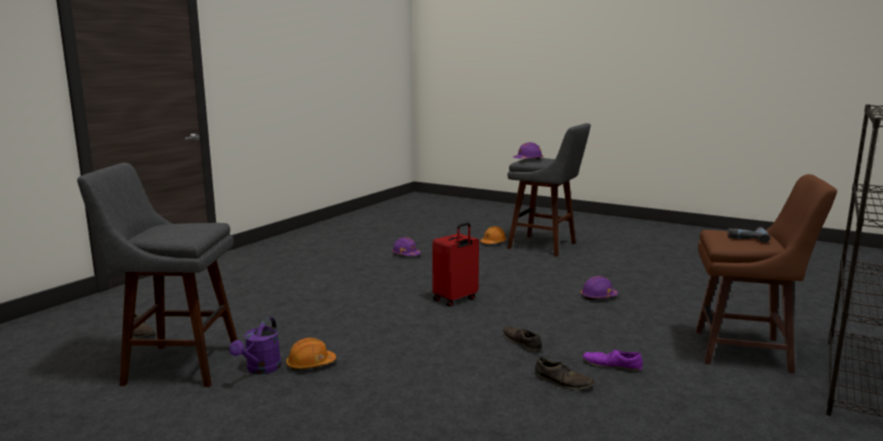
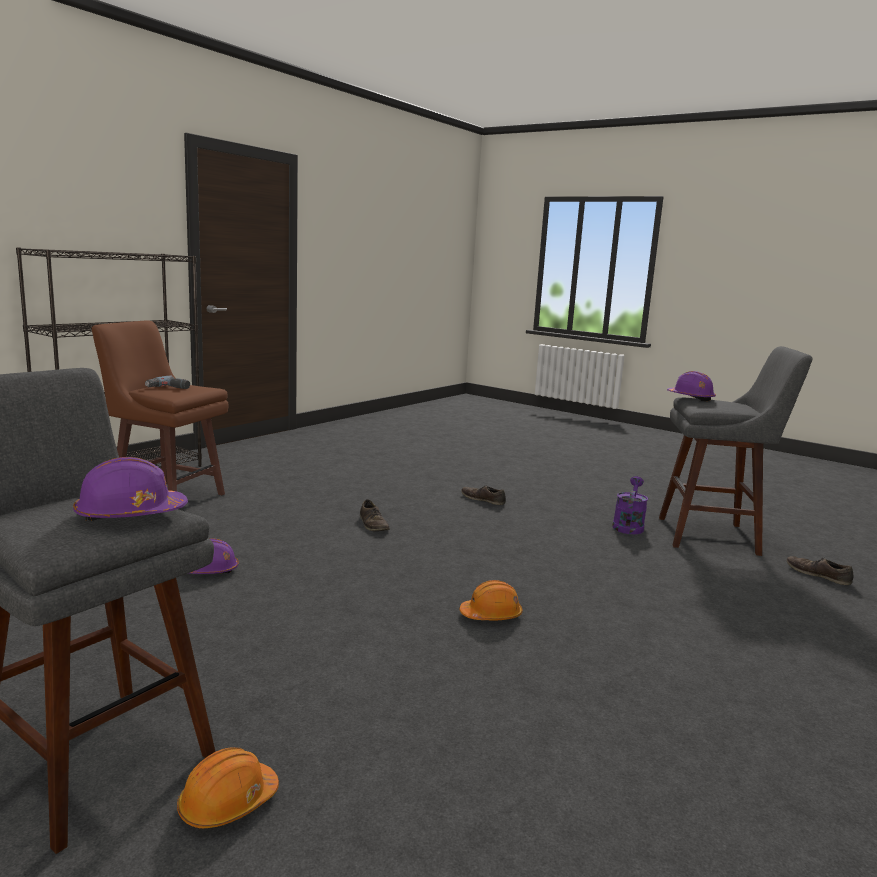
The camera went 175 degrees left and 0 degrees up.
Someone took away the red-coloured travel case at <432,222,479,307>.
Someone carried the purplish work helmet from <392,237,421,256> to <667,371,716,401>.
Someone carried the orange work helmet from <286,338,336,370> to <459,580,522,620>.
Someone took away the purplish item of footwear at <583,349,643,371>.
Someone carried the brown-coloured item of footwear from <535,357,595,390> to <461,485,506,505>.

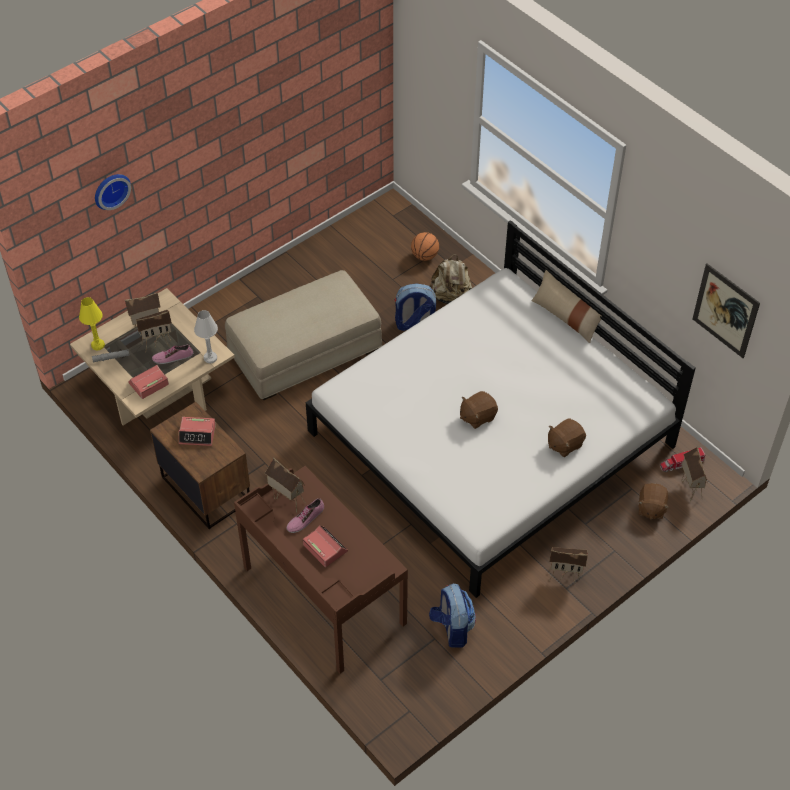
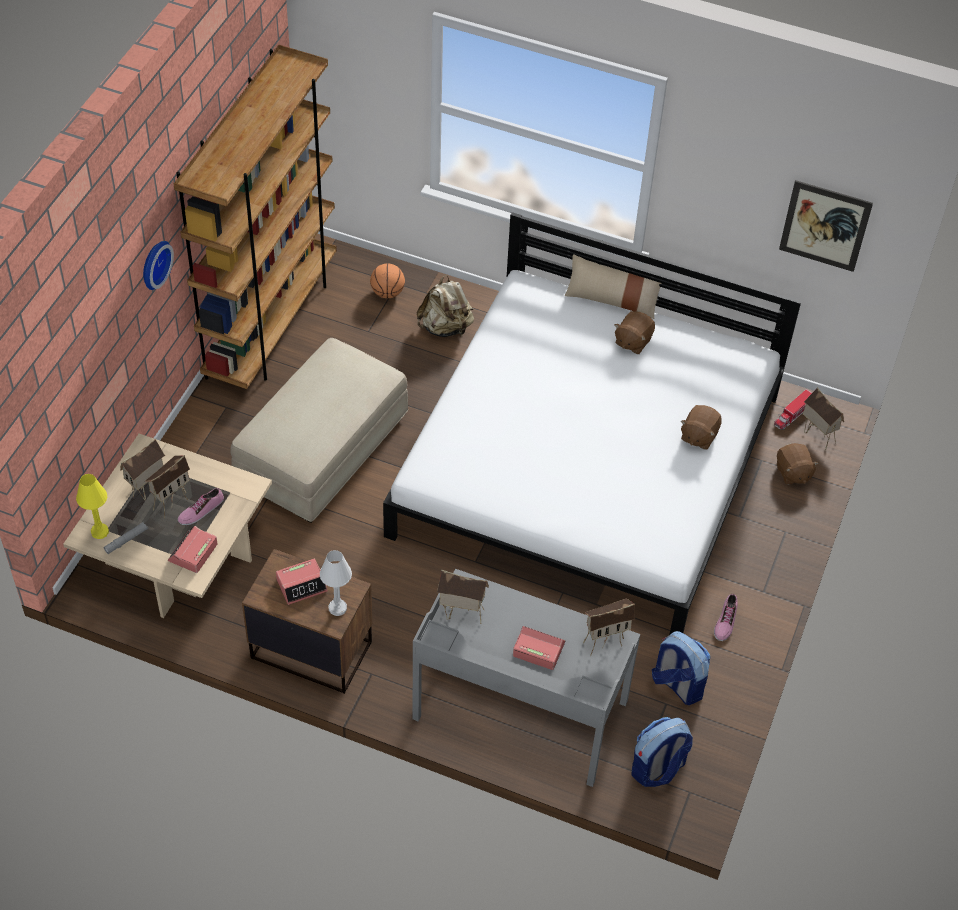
The camera went 30 degrees left and 0 degrees up.
Someone carried the hanging clock from <95,174,131,210> to <143,241,174,290>.
Someone carried the backpack from <395,283,436,331> to <631,717,693,787>.
Someone carried the whitish table lamp from <194,310,218,363> to <320,550,352,616>.
Someone carried the brown-coloured plush toy from <460,391,498,429> to <615,311,655,354>.
Someone repainted the brown-coloured desk table at <234,466,408,674>, which became the gray desk table at <413,569,640,787>.
Someone carried the item of footwear from <286,498,324,533> to <714,594,738,641>.
Someone carried the toy house from <549,547,588,583> to <583,598,635,656>.
Someone put down the brown-coloured bookcase at <174,45,337,389>.

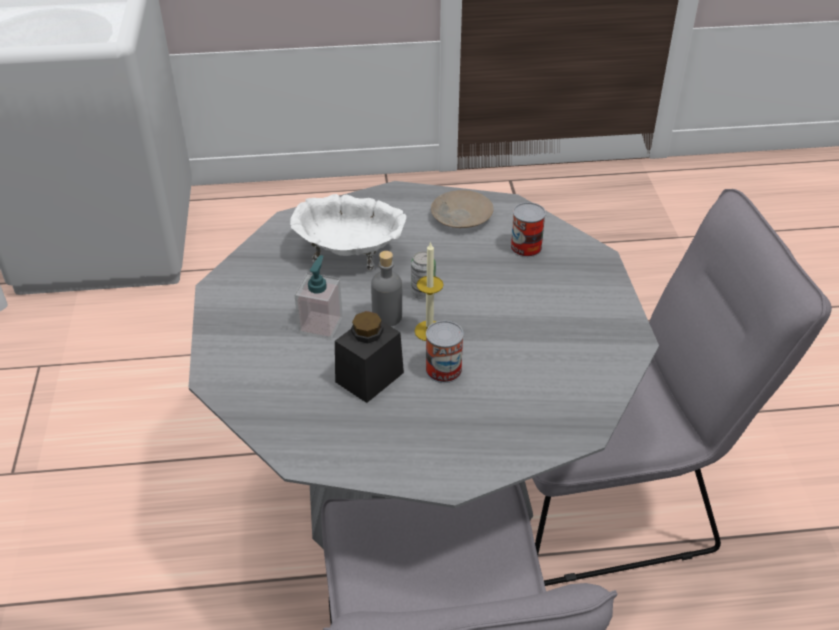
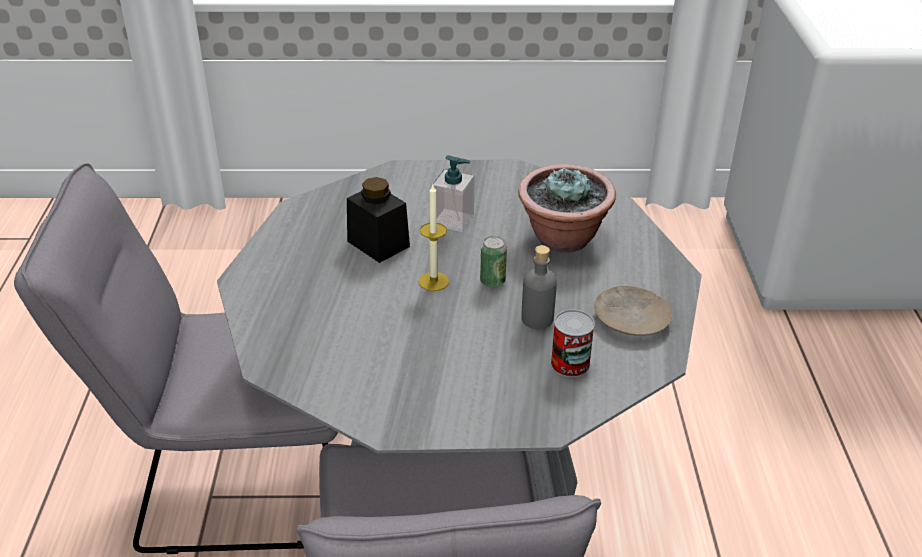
The camera went 95 degrees right and 5 degrees down.
Someone swapped the whitish deep dish at <290,194,407,271> for the houseplant at <518,164,616,253>.
Someone carried the gray beverage bottle from <371,251,402,326> to <521,245,557,329>.
Someone took away the metal can at <426,321,464,383>.

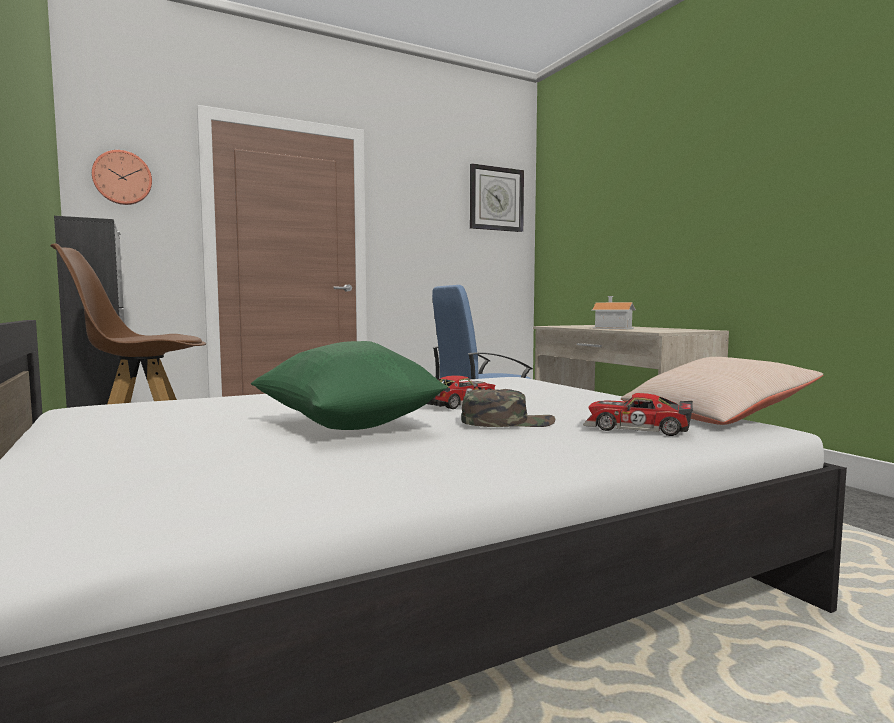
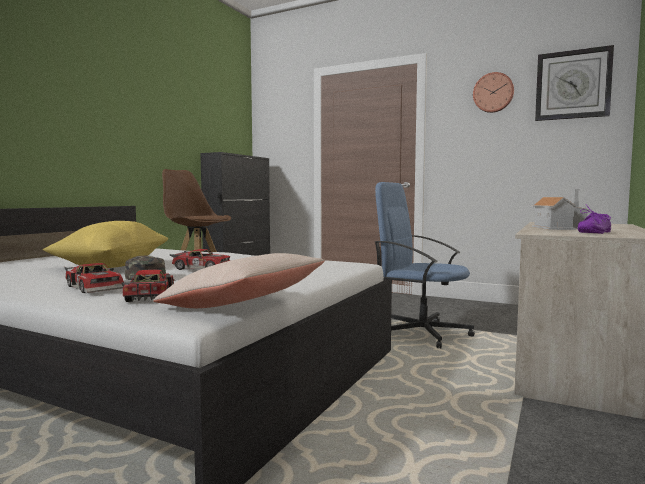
The camera went 55 degrees right and 0 degrees up.
Someone carried the hanging clock from <92,150,152,205> to <473,72,514,113>.
Someone repainted the greenish throw pillow at <251,341,448,430>, which became the yellow-coloured throw pillow at <43,221,168,268>.
Someone put down the purplish item of footwear at <578,204,611,234>.
Someone put down the toy car at <64,263,124,293>.

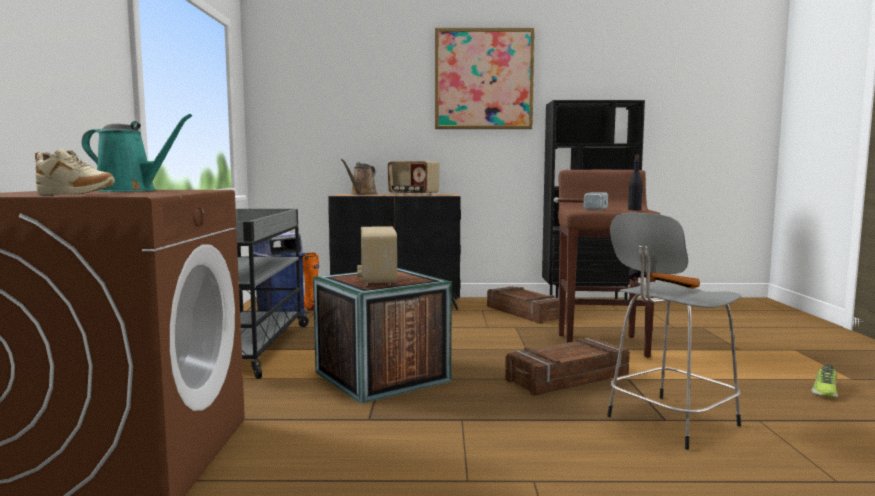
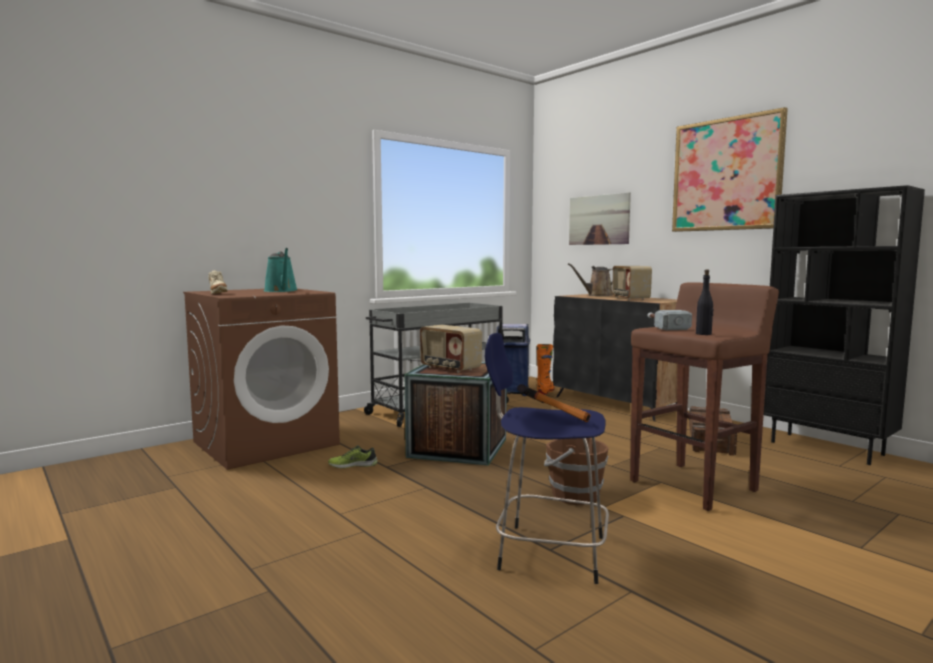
The camera went 50 degrees right and 0 degrees up.
Someone repainted the gray stool at <607,212,742,450>, which became the blue stool at <485,333,609,584>.
Someone rotated the radio at <357,226,397,286> by 90 degrees counterclockwise.
Someone swapped the shipping crate at <505,338,630,396> for the brown-coloured pail at <544,438,609,505>.
Someone carried the item of footwear from <811,364,838,398> to <328,445,378,468>.
Someone put up the wall art at <569,192,631,245>.

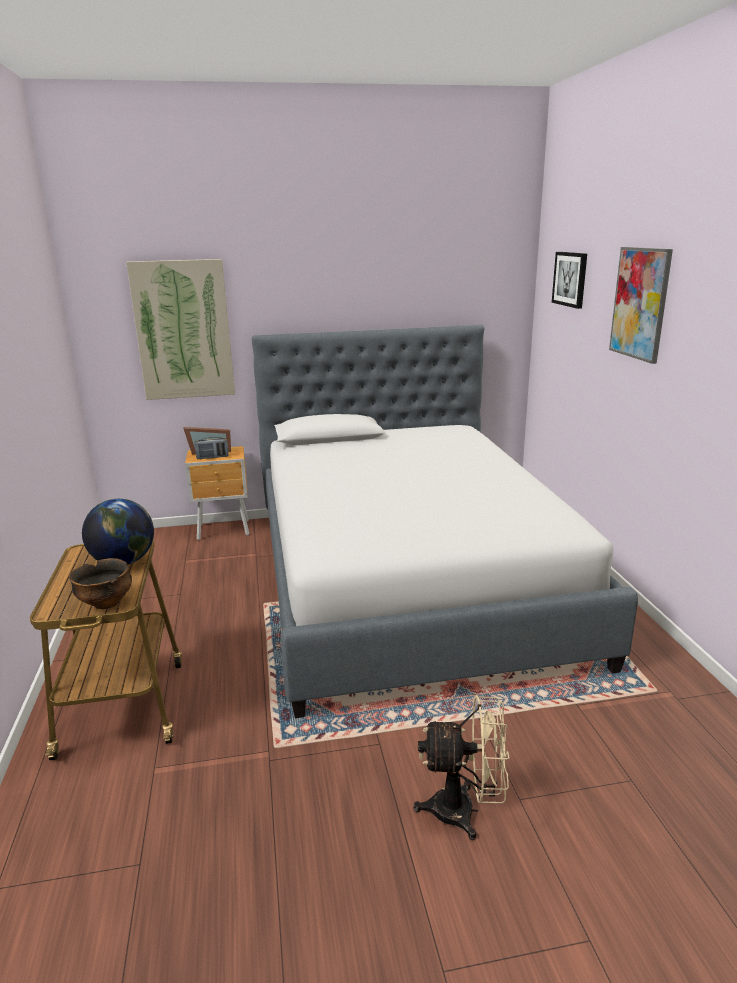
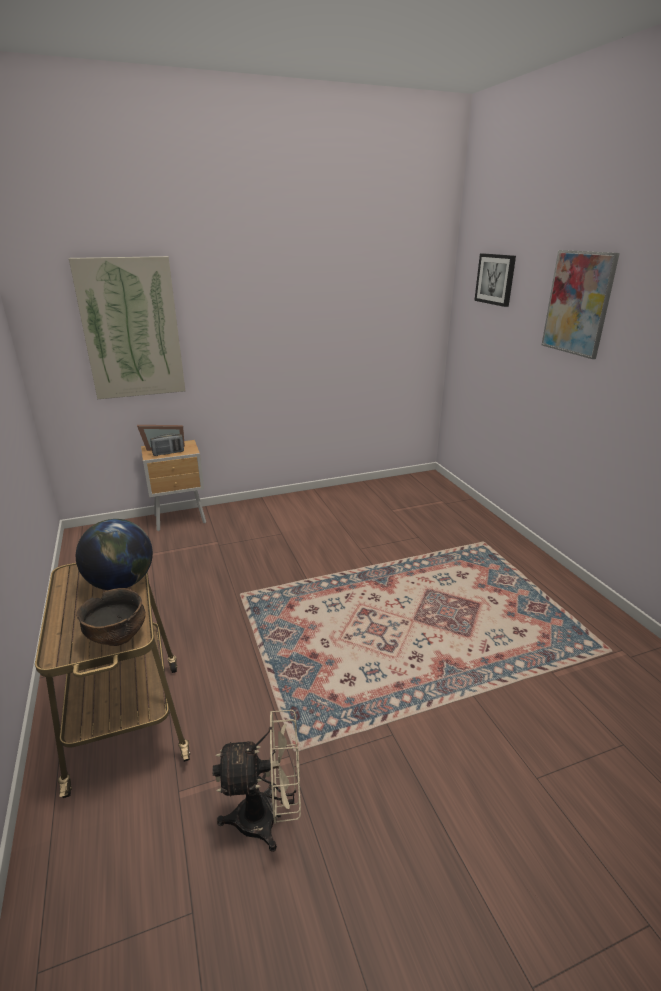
The camera went 10 degrees left and 5 degrees up.
Someone took away the bed at <252,325,638,718>.
Someone carried the beige electric fan from <413,695,510,840> to <212,710,301,852>.

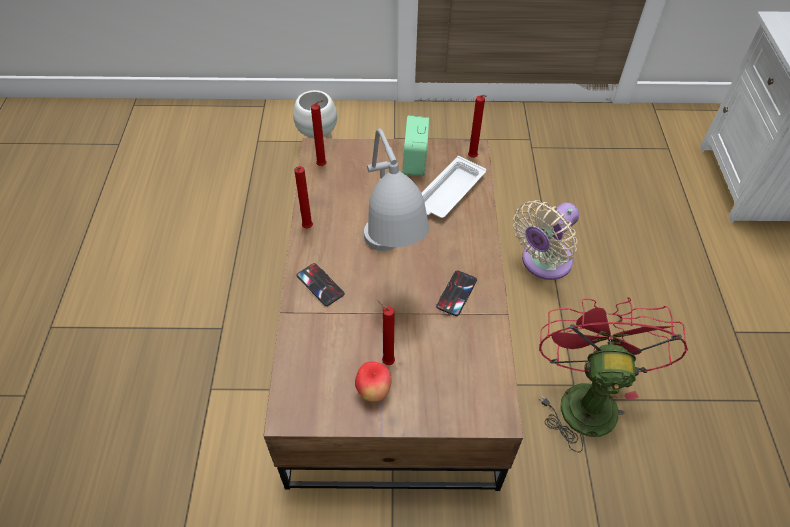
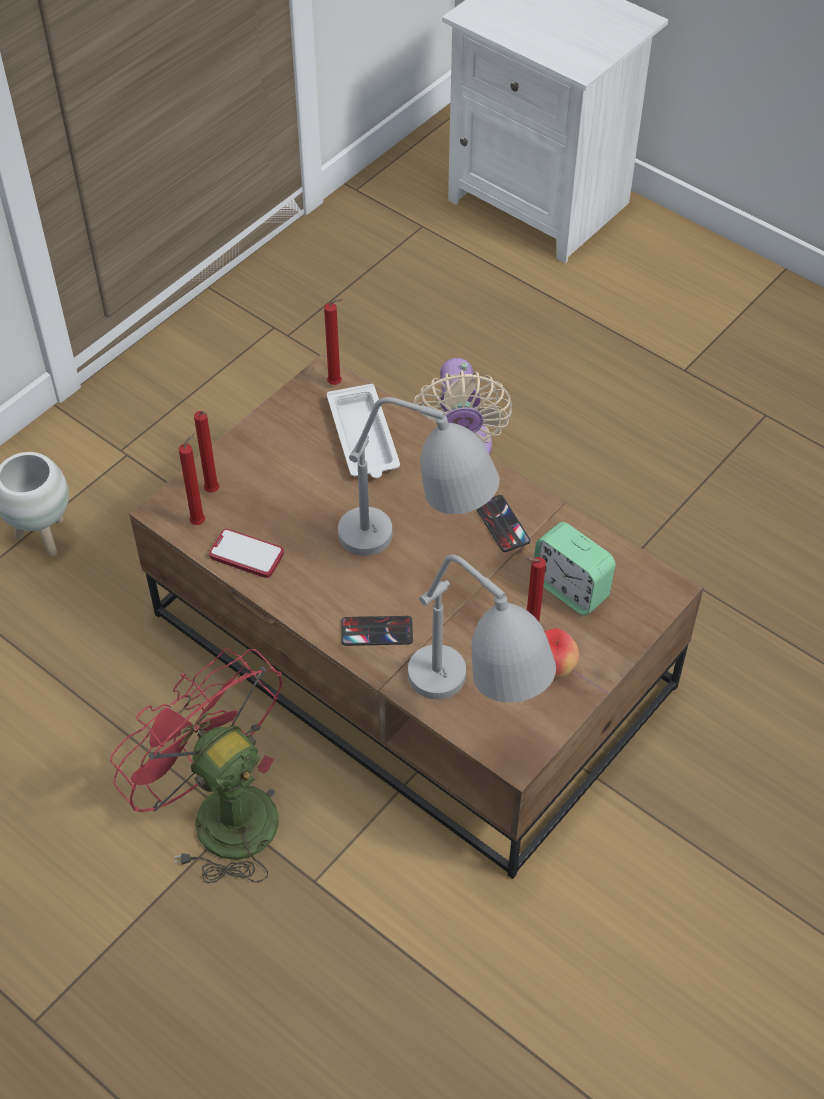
The camera went 50 degrees left and 0 degrees up.
Someone carried the table clock from <402,115,429,176> to <534,522,616,616>.
Someone carried the red-coloured candle from <294,166,313,229> to <194,411,219,492>.
Someone carried the red-coloured electric fan from <538,297,688,453> to <110,648,282,883>.
Someone put down the telephone at <209,529,284,578>.
Someone put down the gray table lamp at <408,555,556,702>.

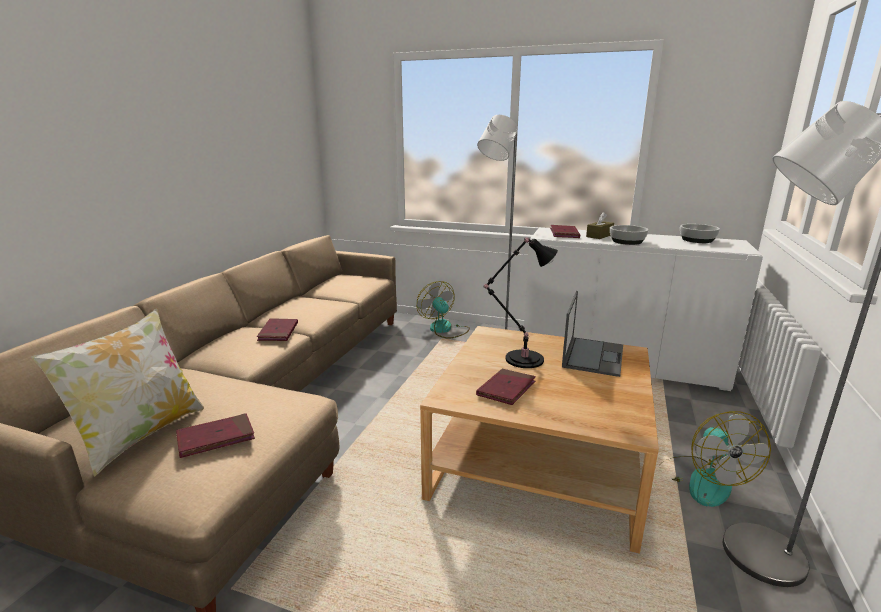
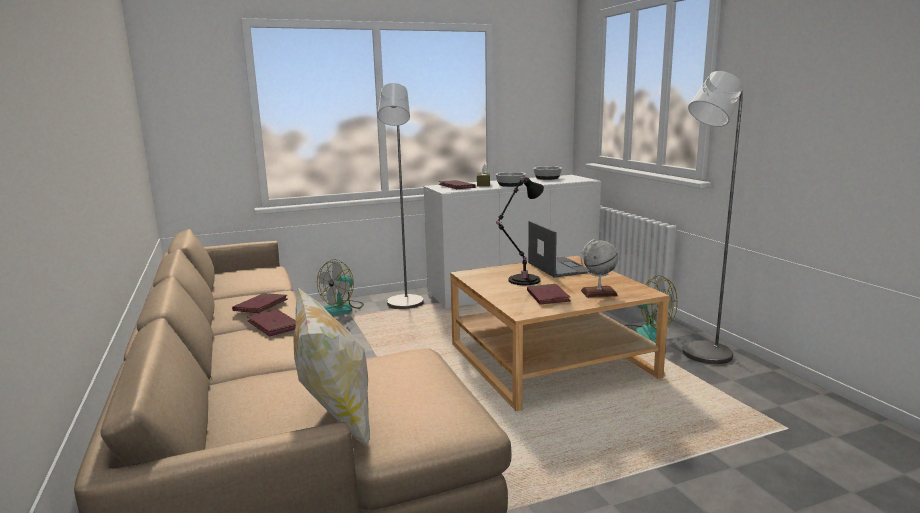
The camera went 40 degrees left and 5 degrees down.
Someone rotated the electric fan at <417,281,470,339> by 75 degrees counterclockwise.
Someone carried the red-coloured bound book from <176,413,255,458> to <232,293,287,313>.
Someone put down the desk globe at <581,239,618,298>.

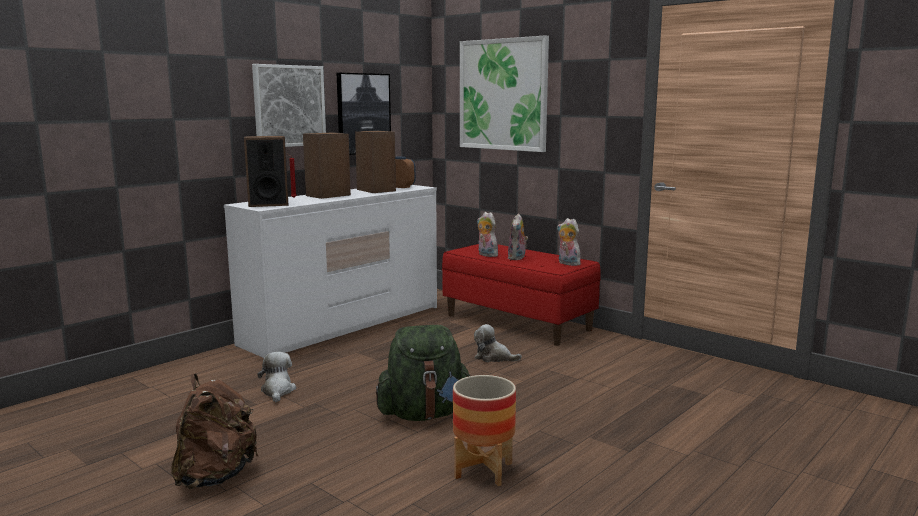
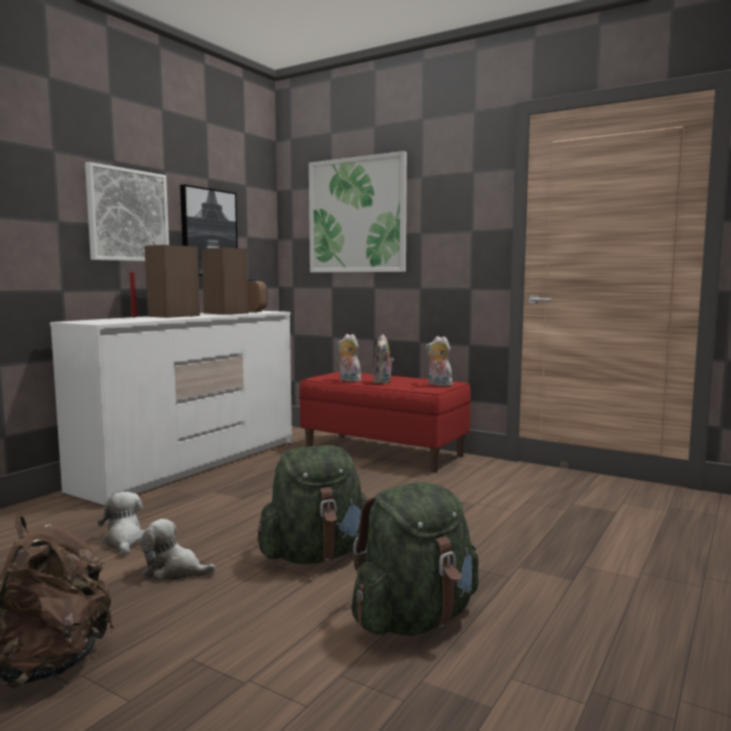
The camera went 10 degrees left and 5 degrees down.
Someone took away the audio speaker at <244,136,289,207>.
Someone carried the plush toy from <474,324,522,362> to <140,519,216,581>.
Someone swapped the plant pot at <453,375,516,486> for the greenish backpack at <351,482,479,636>.

